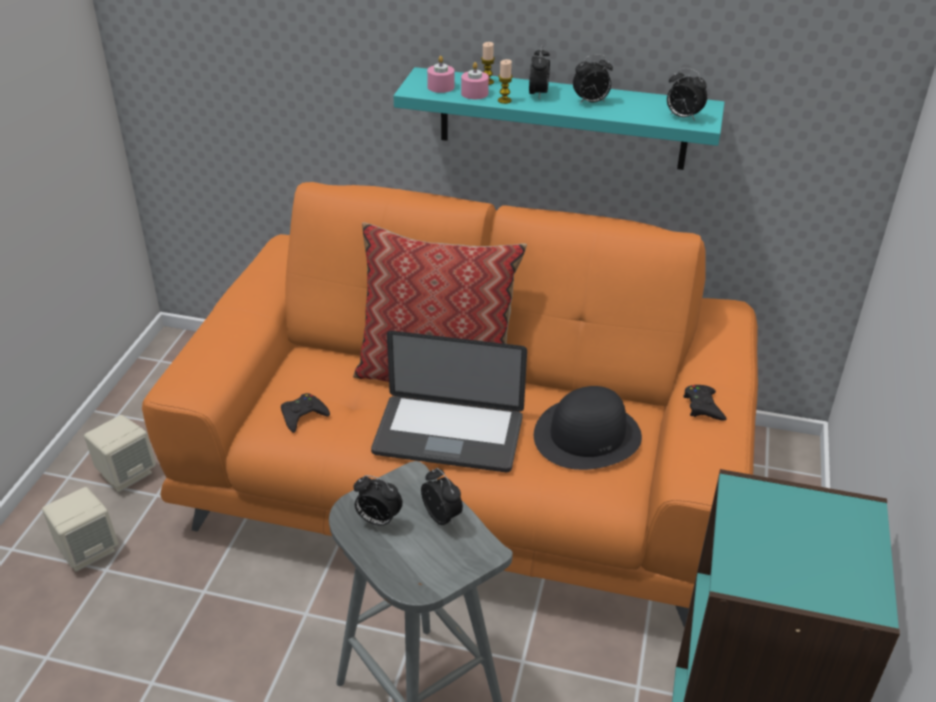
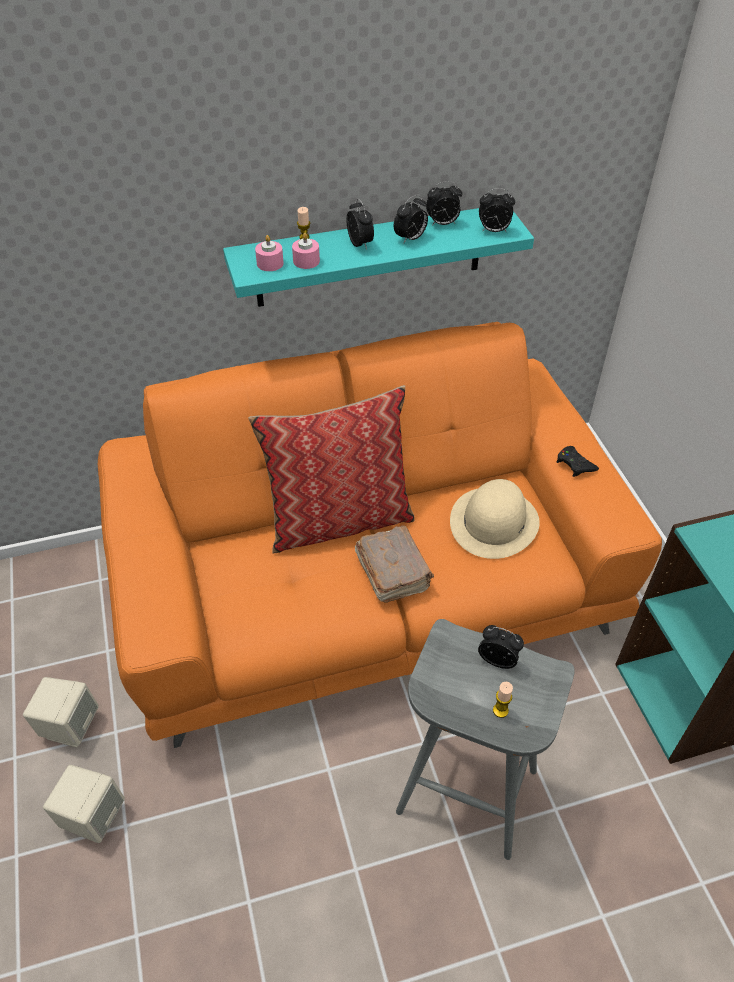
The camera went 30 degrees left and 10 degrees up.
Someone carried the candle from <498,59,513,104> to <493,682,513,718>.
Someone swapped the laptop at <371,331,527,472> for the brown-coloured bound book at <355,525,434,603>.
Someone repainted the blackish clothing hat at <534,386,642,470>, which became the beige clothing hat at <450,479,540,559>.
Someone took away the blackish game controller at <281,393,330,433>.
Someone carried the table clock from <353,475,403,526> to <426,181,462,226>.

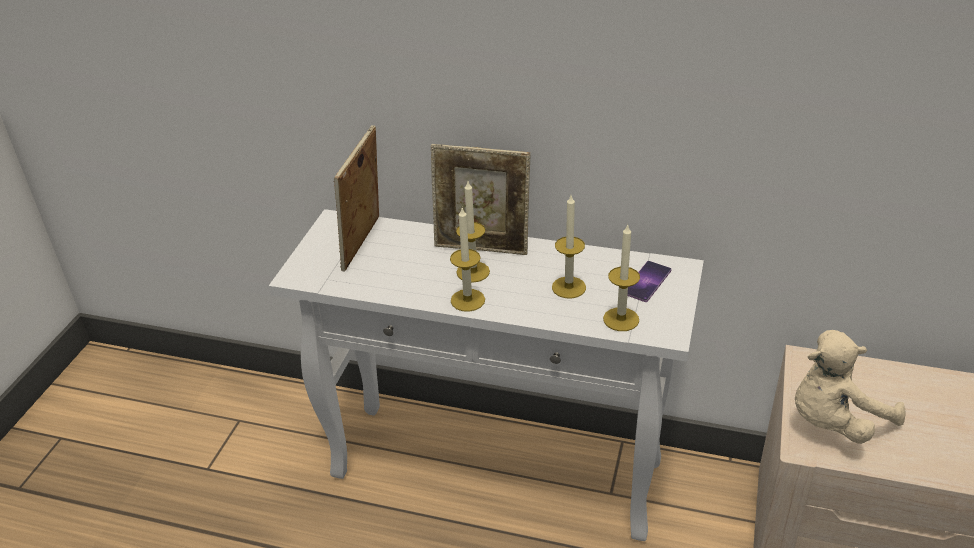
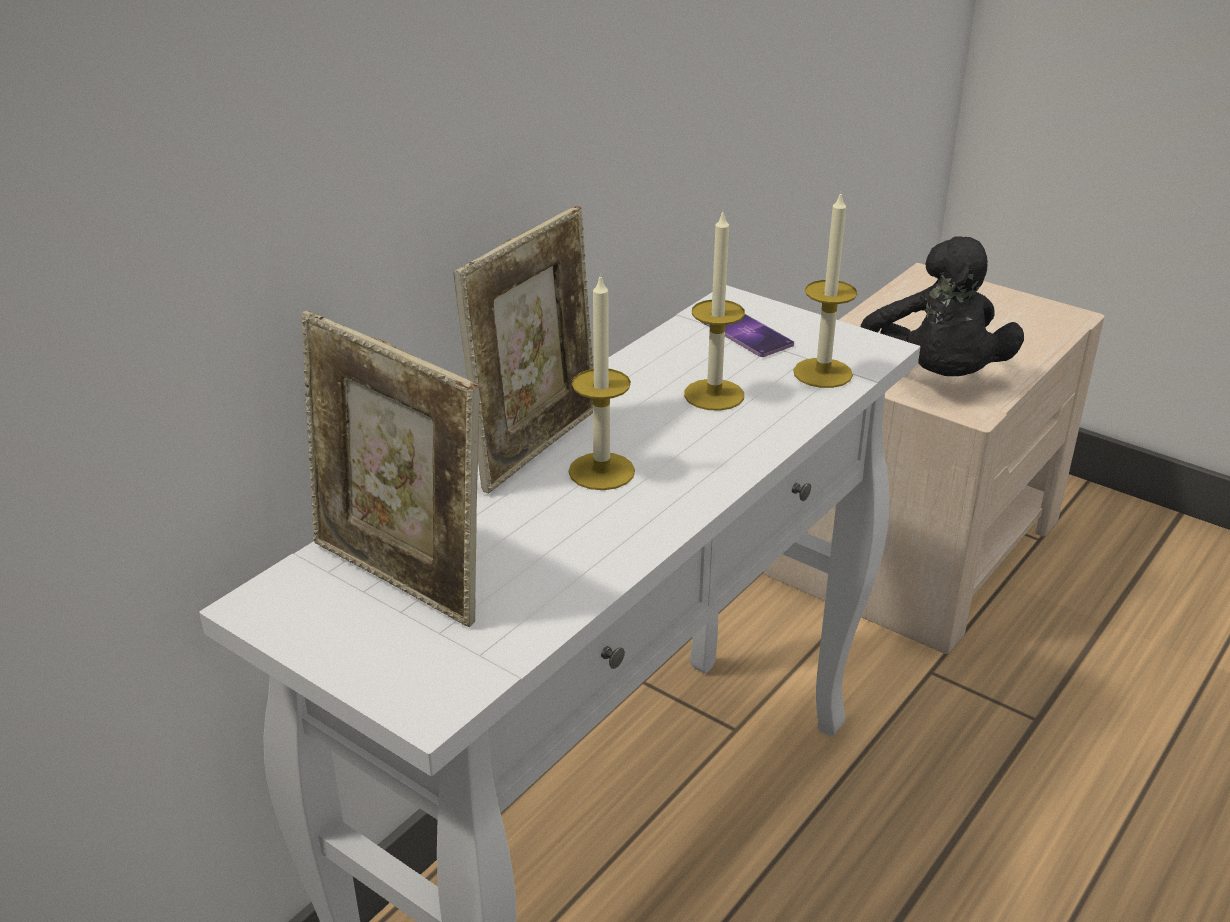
The camera went 70 degrees left and 5 degrees down.
Someone took away the candle at <450,208,485,312>.
Someone repainted the beige plush toy at <795,330,906,444>, which became the blackish plush toy at <861,236,1024,376>.

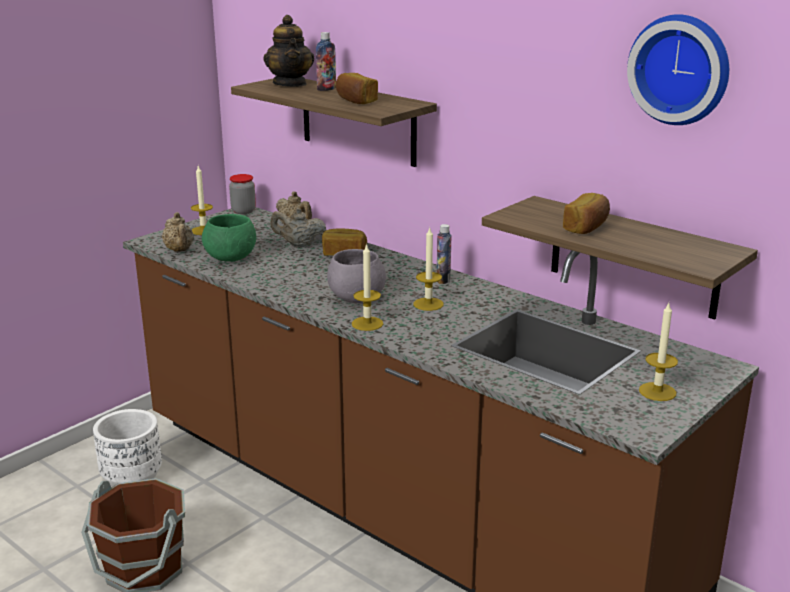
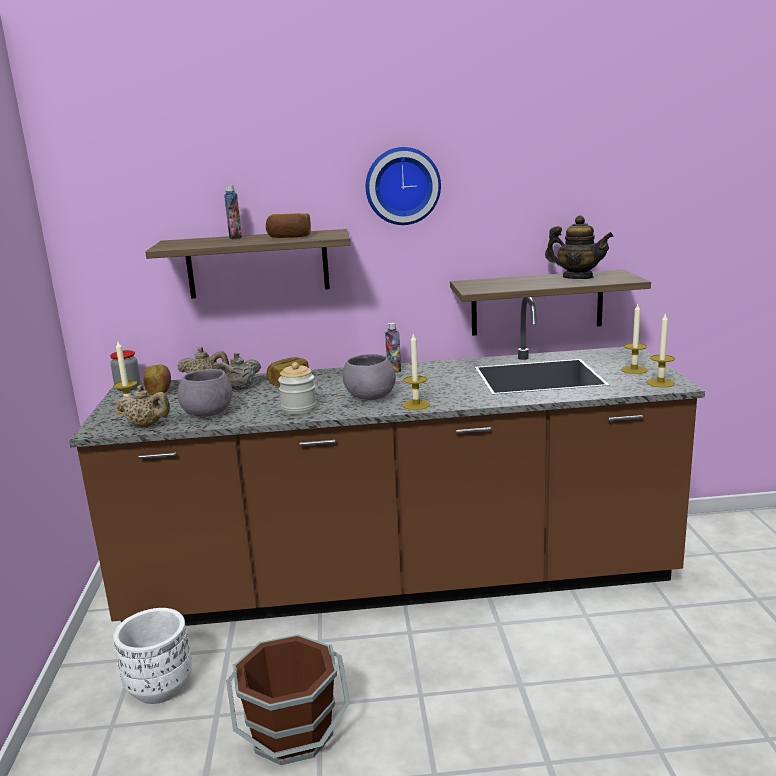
The camera went 45 degrees left and 5 degrees down.
Someone carried the hanging clock from <627,14,729,125> to <365,147,441,225>.
Someone carried the teapot from <263,15,314,87> to <545,215,613,279>.
Someone carried the bakery bread from <563,193,610,234> to <143,364,171,395>.
Someone repainted the greenish deep dish at <202,214,256,262>, which became the gray deep dish at <177,369,233,417>.
Someone carried the candle from <413,228,444,311> to <647,312,675,388>.
Someone put down the preserve jar at <278,362,317,415>.

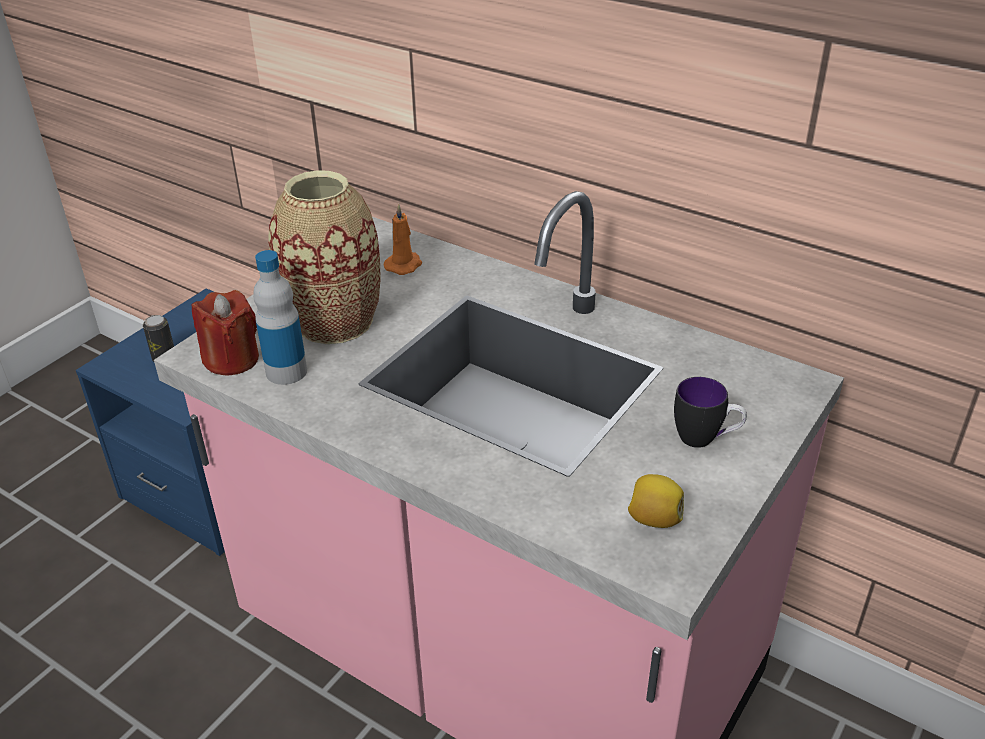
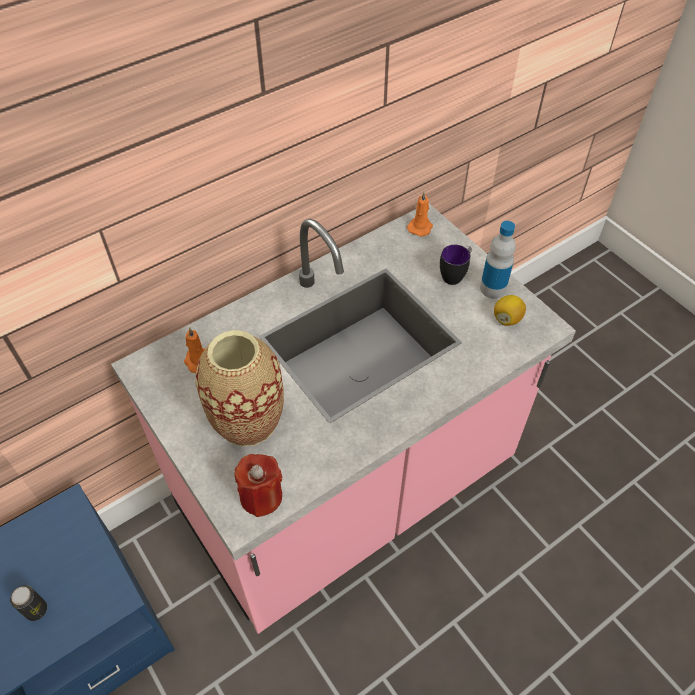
The camera went 70 degrees left and 15 degrees up.
Someone carried the beverage bottle from <253,250,307,385> to <480,221,516,299>.
Someone put down the orange candle at <407,191,433,237>.

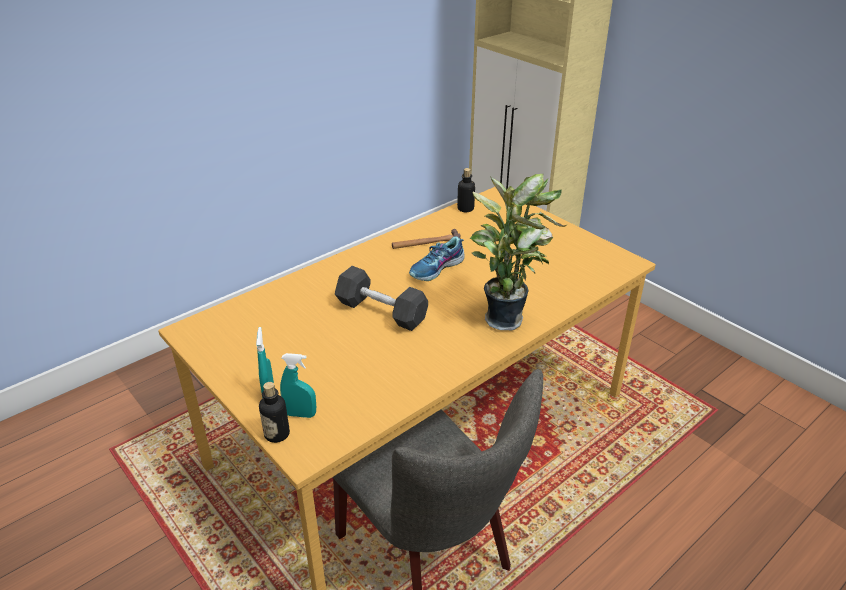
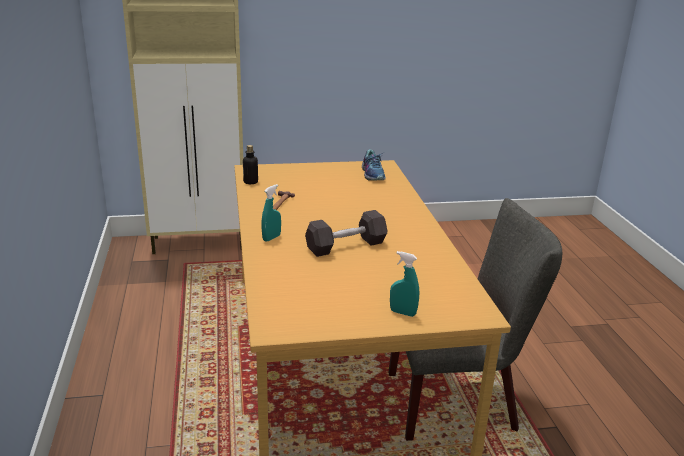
The camera went 60 degrees left and 10 degrees down.
Someone took away the houseplant at <470,174,568,330>.
Someone carried the item of footwear from <409,236,465,281> to <362,149,386,181>.
Someone carried the turquoise-coloured sprayer from <280,353,316,418> to <261,184,281,242>.
Someone took away the beverage bottle at <259,382,290,443>.

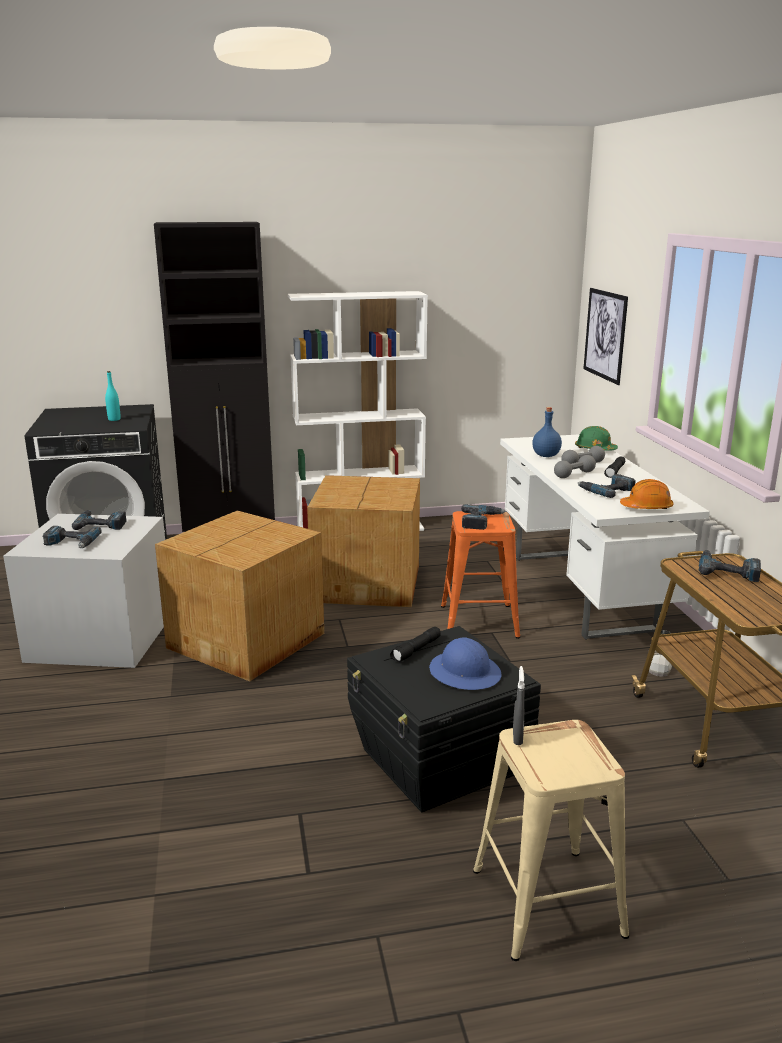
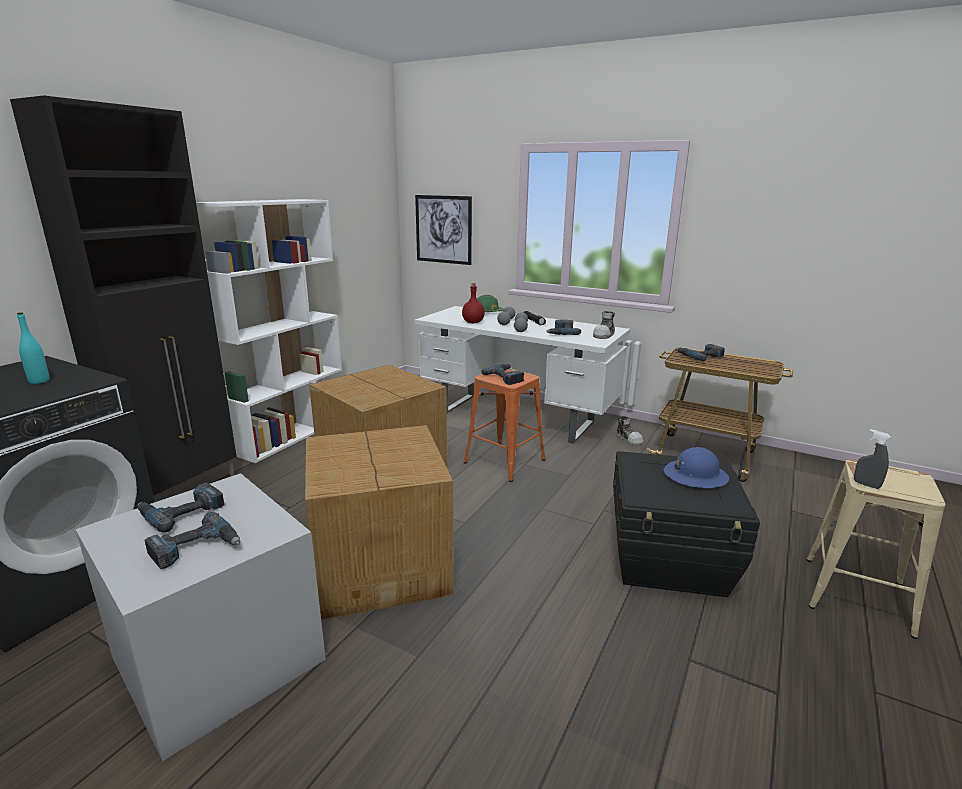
The camera went 50 degrees left and 0 degrees up.
Someone repainted the blue beverage bottle at <532,407,562,457>, which became the red-coloured beverage bottle at <462,283,485,323>.
Someone swapped the orange work helmet at <620,479,674,509> for the item of footwear at <593,311,615,339>.
Someone took away the blackish hand torch at <390,627,440,662>.

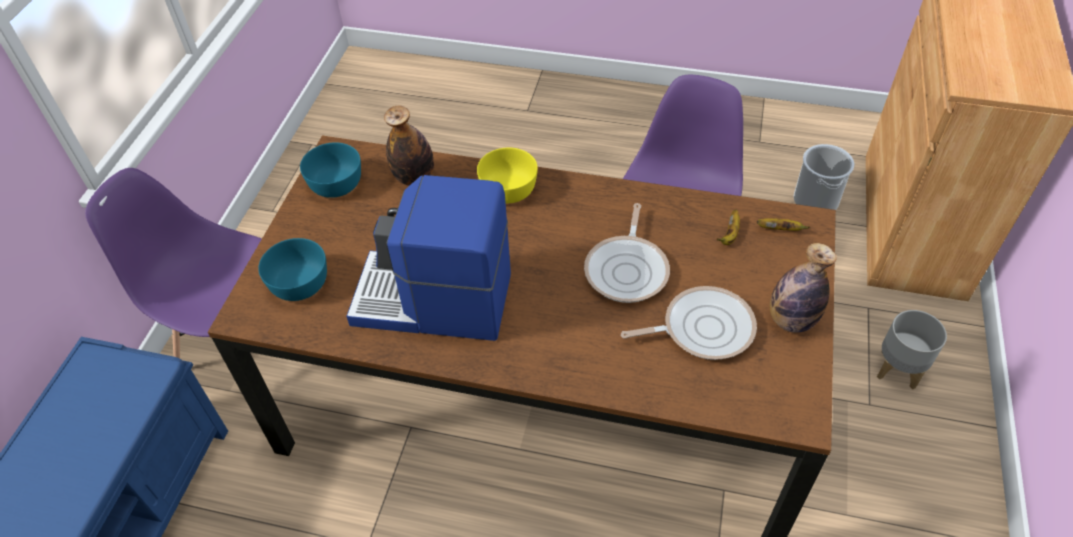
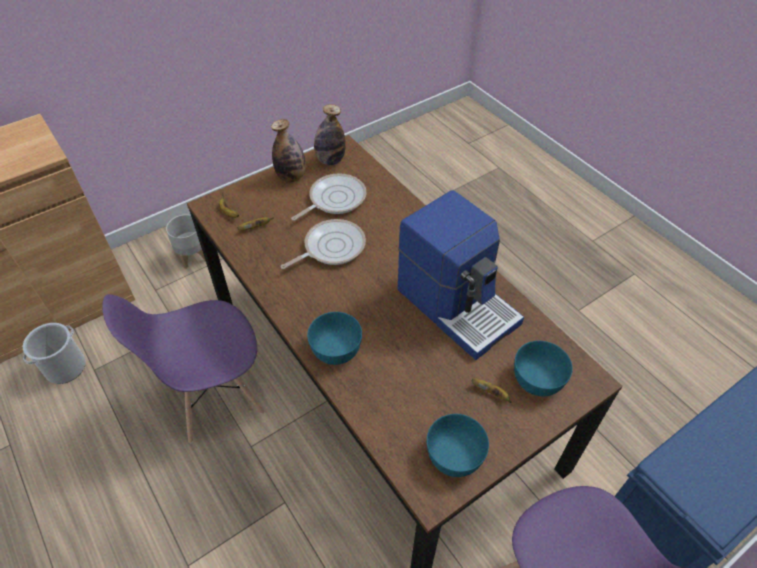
The camera went 140 degrees left and 0 degrees up.
Someone carried the beverage bottle from <384,106,434,186> to <314,104,346,165>.
Someone repainted the yellow-coloured deep dish at <477,148,538,203>, which became the turquoise-coloured deep dish at <307,312,362,365>.
Someone rotated the pan at <621,286,757,360> by 105 degrees clockwise.
Someone put down the whole banana at <472,378,512,403>.

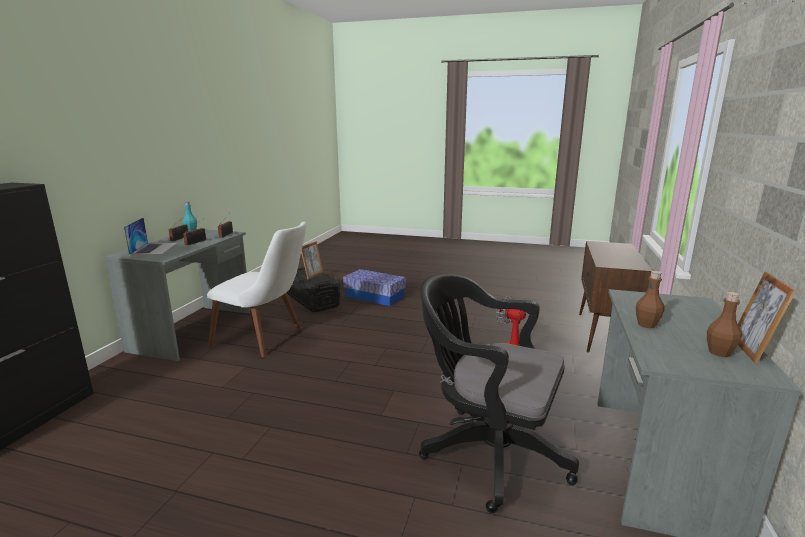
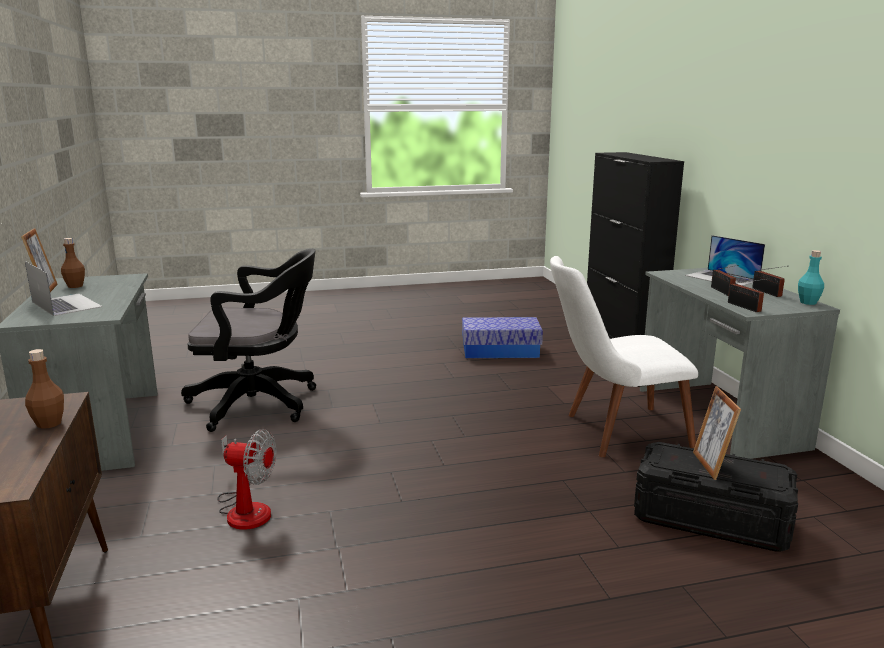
The camera went 150 degrees right and 0 degrees up.
Someone carried the storage container from <343,269,405,306> to <462,317,543,358>.
Someone carried the brown-coloured beverage bottle from <636,271,665,329> to <25,349,64,429>.
Someone put down the laptop at <25,261,102,316>.

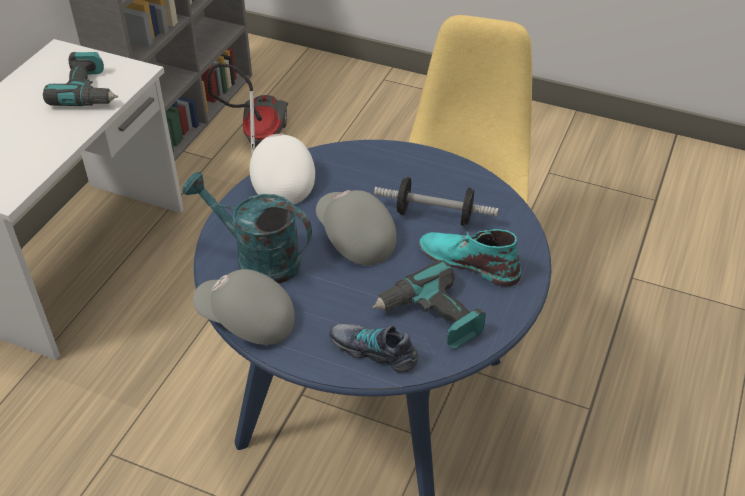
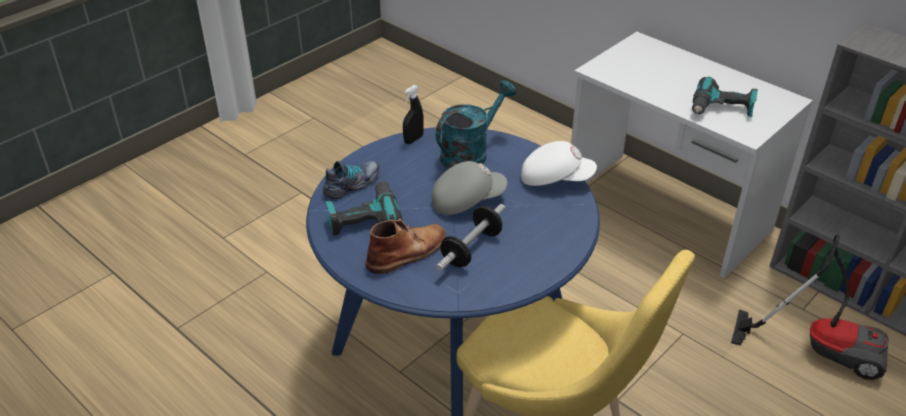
The camera went 110 degrees right and 5 degrees down.
Someone repainted the turquoise-coloured high-top boot at <419,229,521,287>, which became the brown-coloured high-top boot at <366,218,446,274>.
Someone swapped the gray peaked cap at <193,269,295,345> for the blackish sprayer at <403,85,424,144>.

